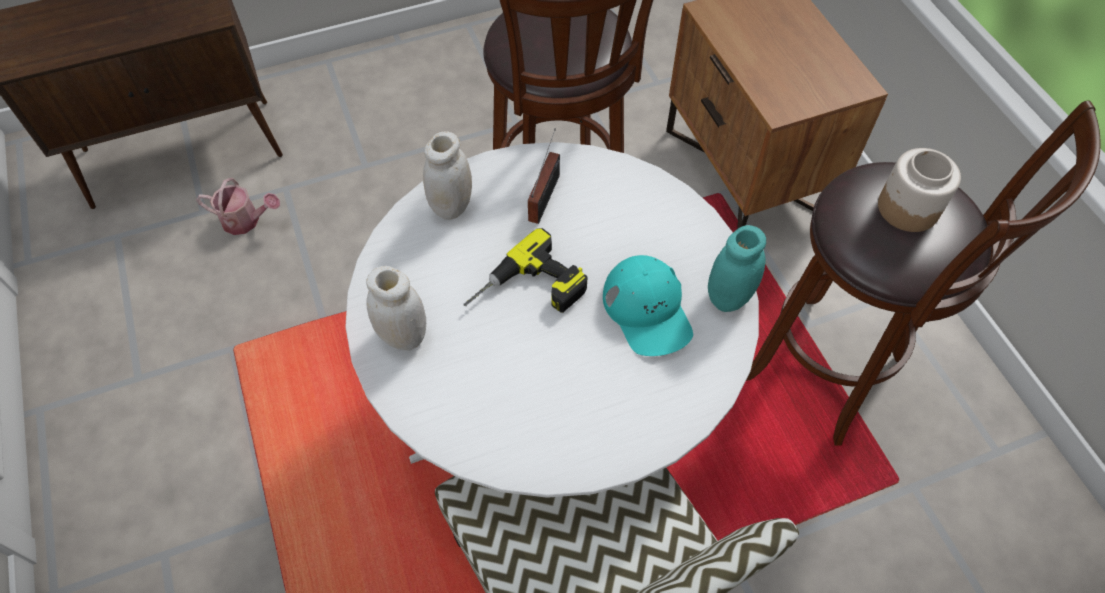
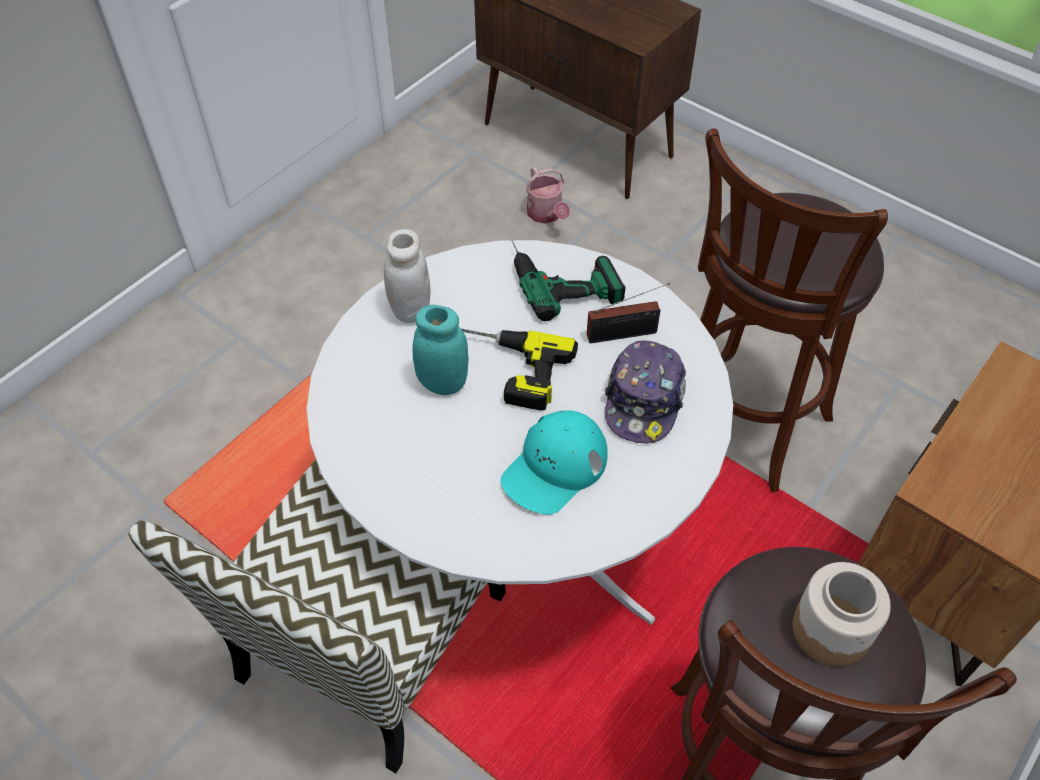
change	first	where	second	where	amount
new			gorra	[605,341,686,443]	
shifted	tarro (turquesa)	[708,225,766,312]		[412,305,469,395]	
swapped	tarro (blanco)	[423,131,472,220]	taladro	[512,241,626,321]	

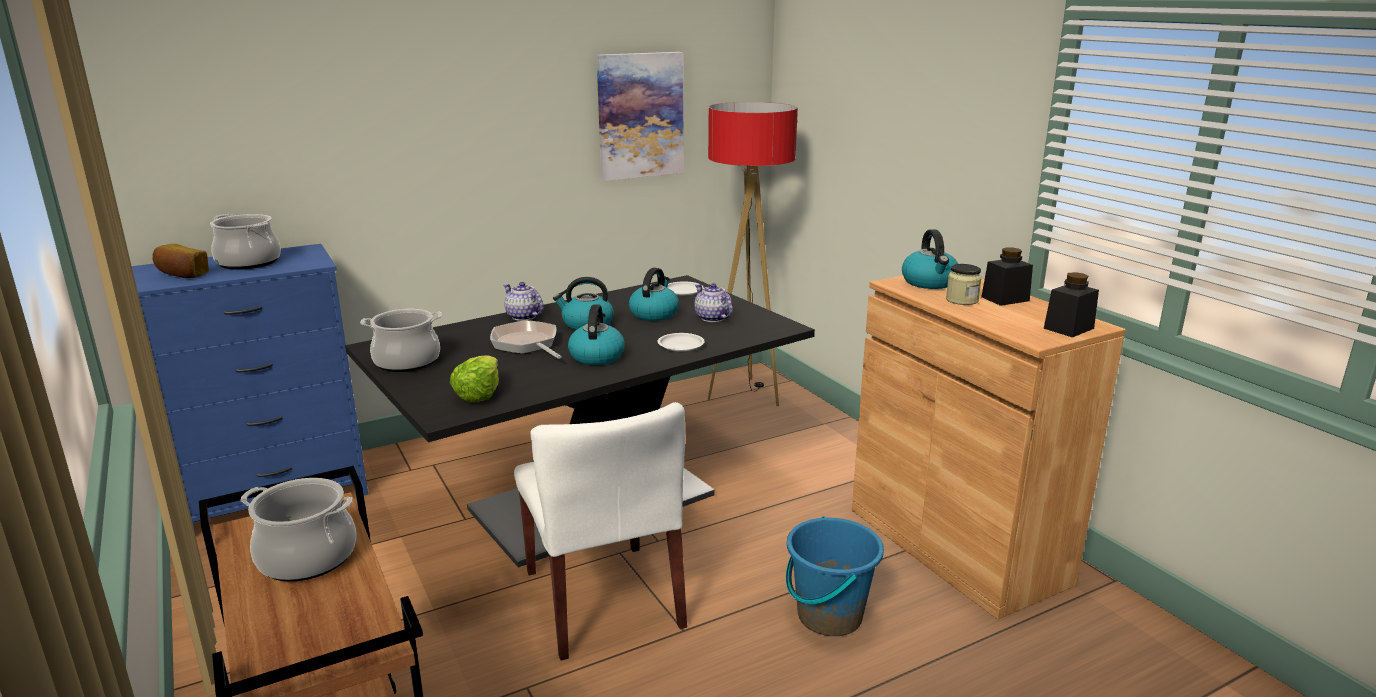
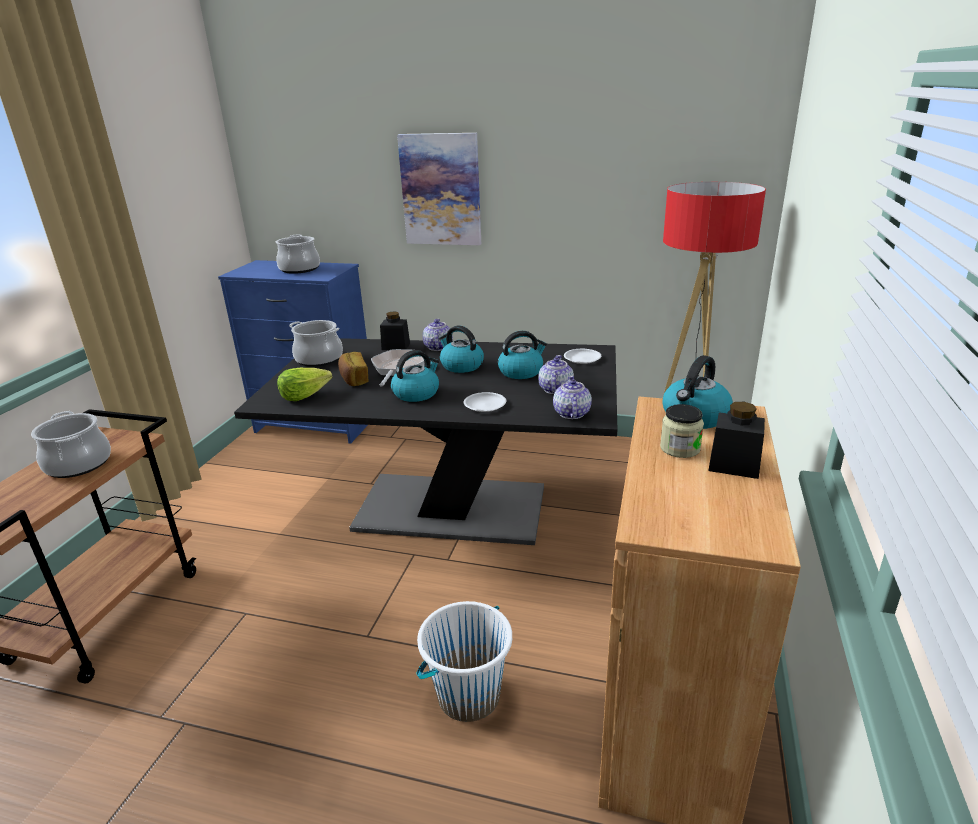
change	first	where	second	where	amount
gone	silla (blanco)	[514,402,687,661]			
new			tetera	[553,376,592,419]	
shifted	pan	[152,244,209,278]		[338,352,369,386]	
shifted	cuadro	[597,52,683,181]		[397,133,481,245]	
shifted	tarro (negro)	[1044,272,1099,337]		[380,311,410,350]	
repainted	cubo (azul)	[786,516,884,636]	cubo (blanco)	[417,601,512,722]	

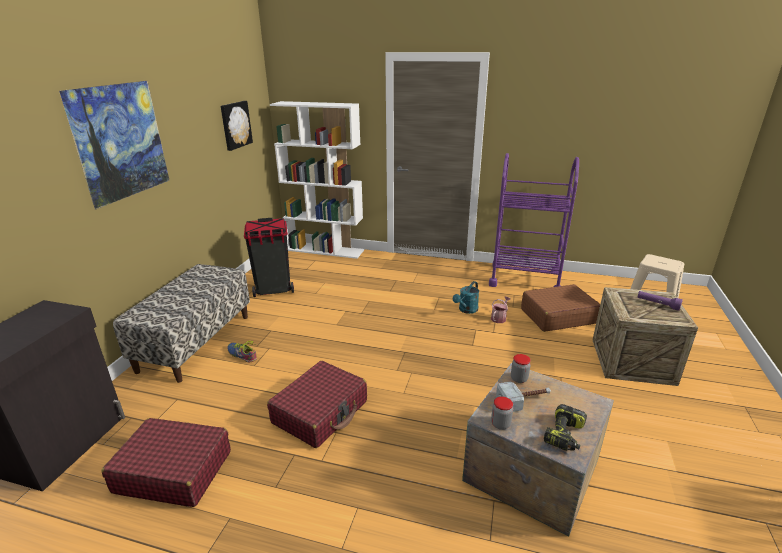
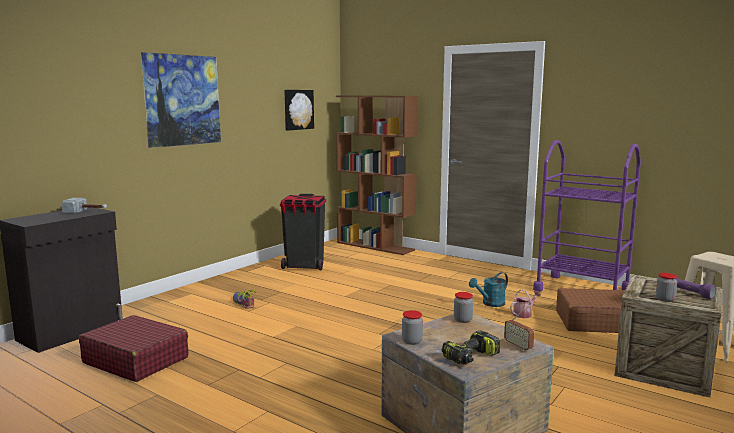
change	first	where	second	where	amount
gone	banco	[113,264,250,383]			
gone	maleta (rojo)	[267,361,367,448]			
new			radio	[504,308,534,351]	
new			tarro	[656,273,677,302]	
shifted	martillo	[496,382,551,412]		[61,198,107,214]	
repainted	estantería (blanco)	[270,101,364,259]	estantería (marrón)	[336,96,418,255]	

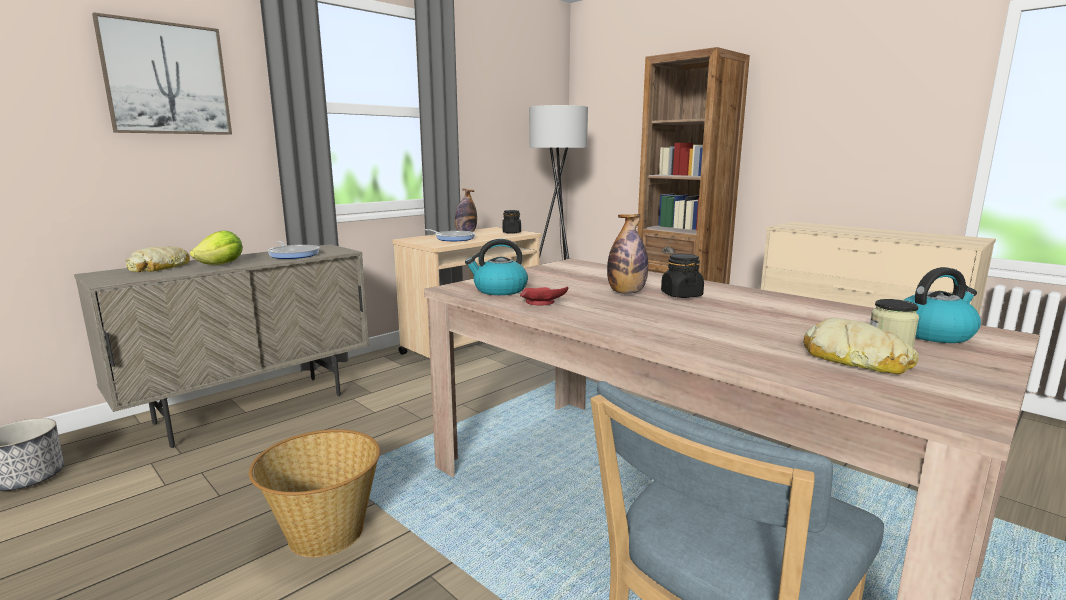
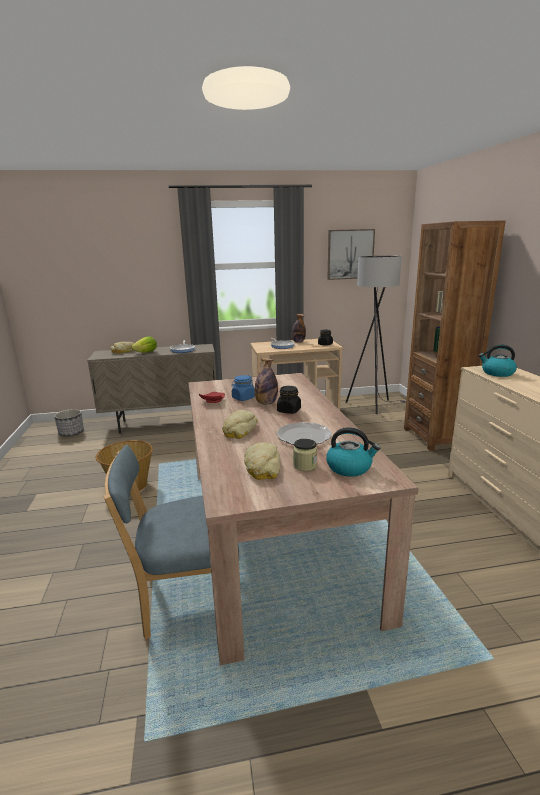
change	first	where	second	where	amount
new			pan	[222,410,257,439]	
new			tarro (azul)	[232,375,255,401]	
new			plato	[276,422,332,445]	
shifted	cuadro	[92,12,232,135]		[327,229,375,280]	
shifted	hervidor	[465,239,528,295]		[479,345,517,377]	

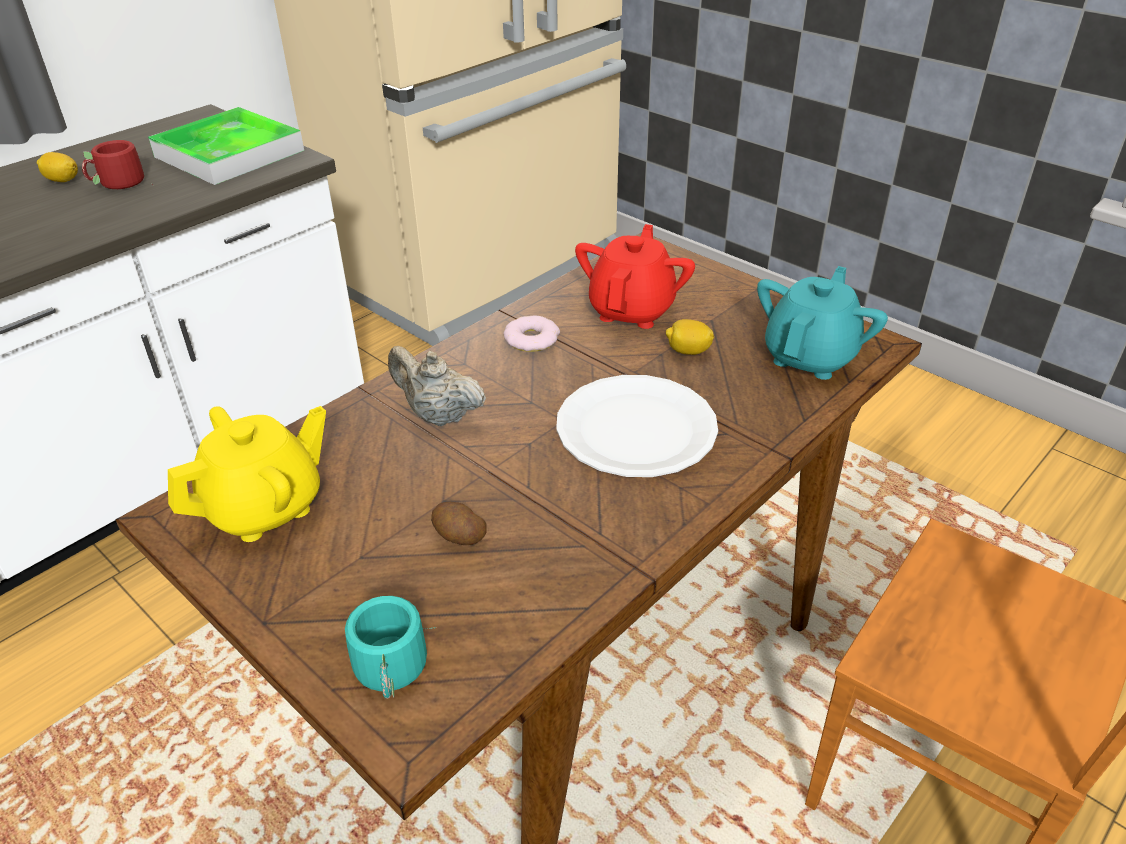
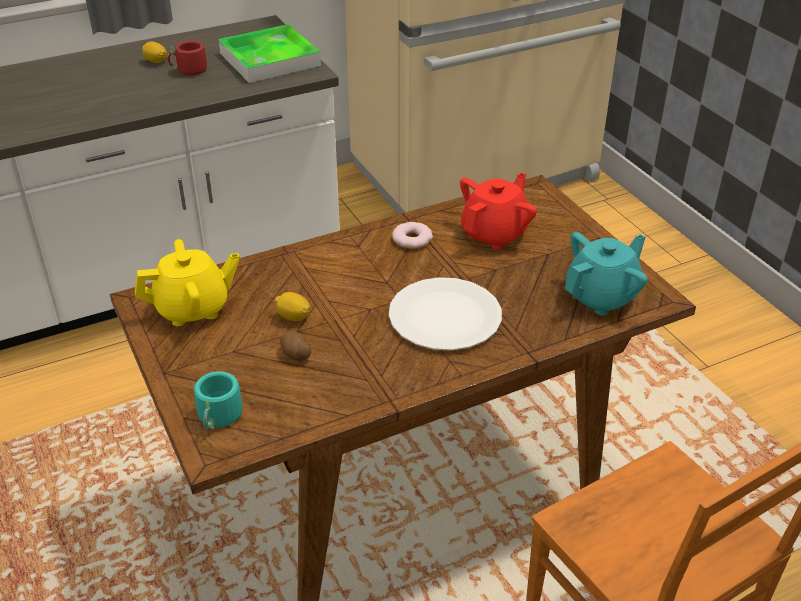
change	first	where	second	where	amount
gone	tetera (beis)	[388,346,486,426]			
shifted	limón	[666,319,714,355]		[275,292,311,321]	

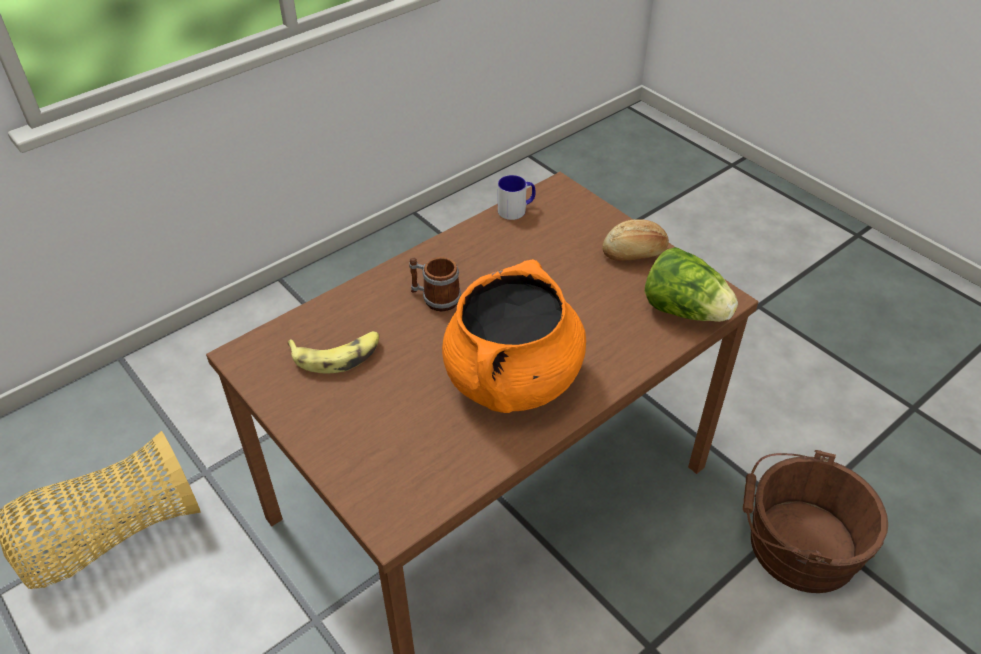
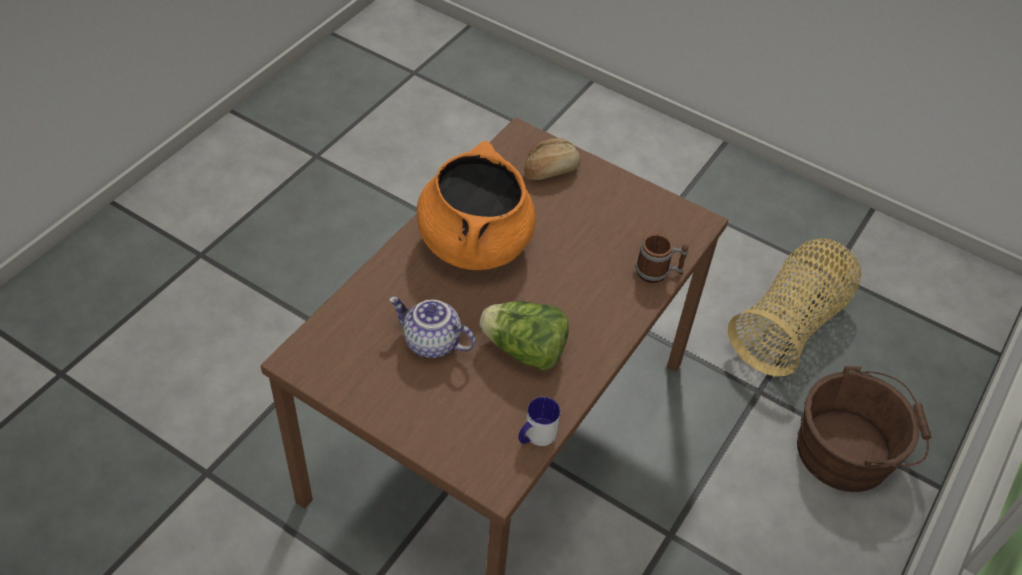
change	first	where	second	where	amount
gone	plátano	[287,331,379,374]			
new			tetera	[389,296,476,358]	
shifted	taza grande	[409,257,461,311]		[635,234,689,283]	
shifted	pan	[602,219,669,261]		[524,138,581,180]	
shifted	lechuga	[645,247,738,322]		[479,301,569,370]	
shifted	cubo (marrón)	[743,450,888,593]		[797,366,931,492]	

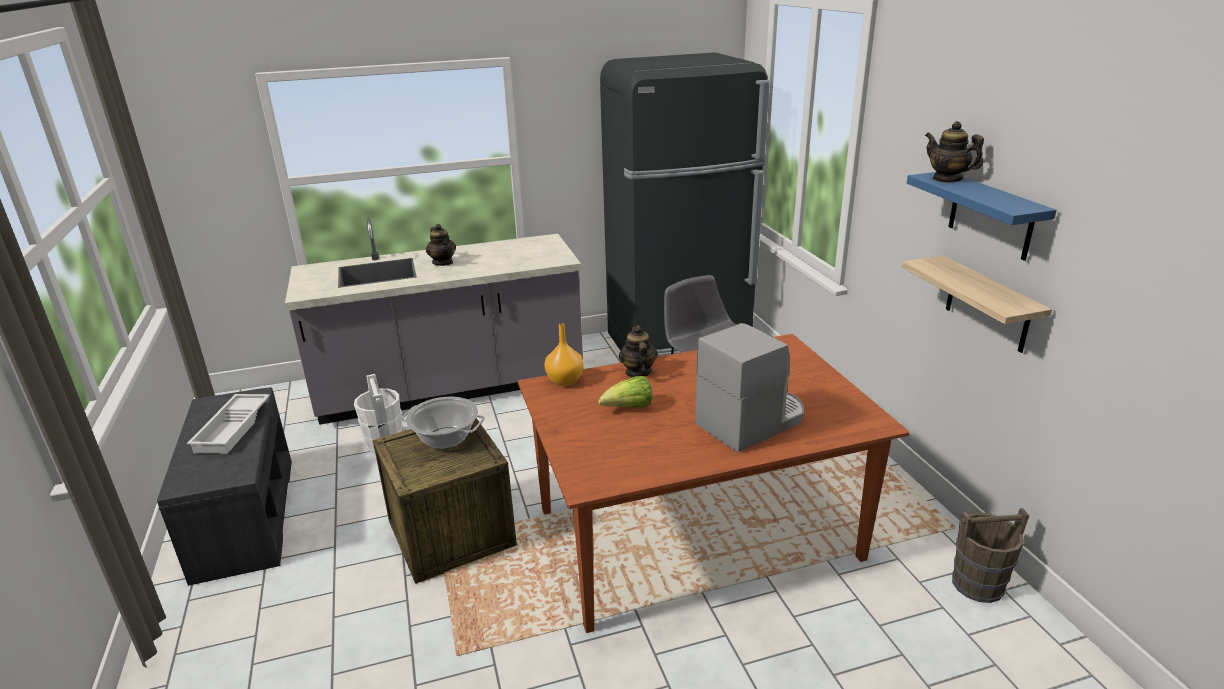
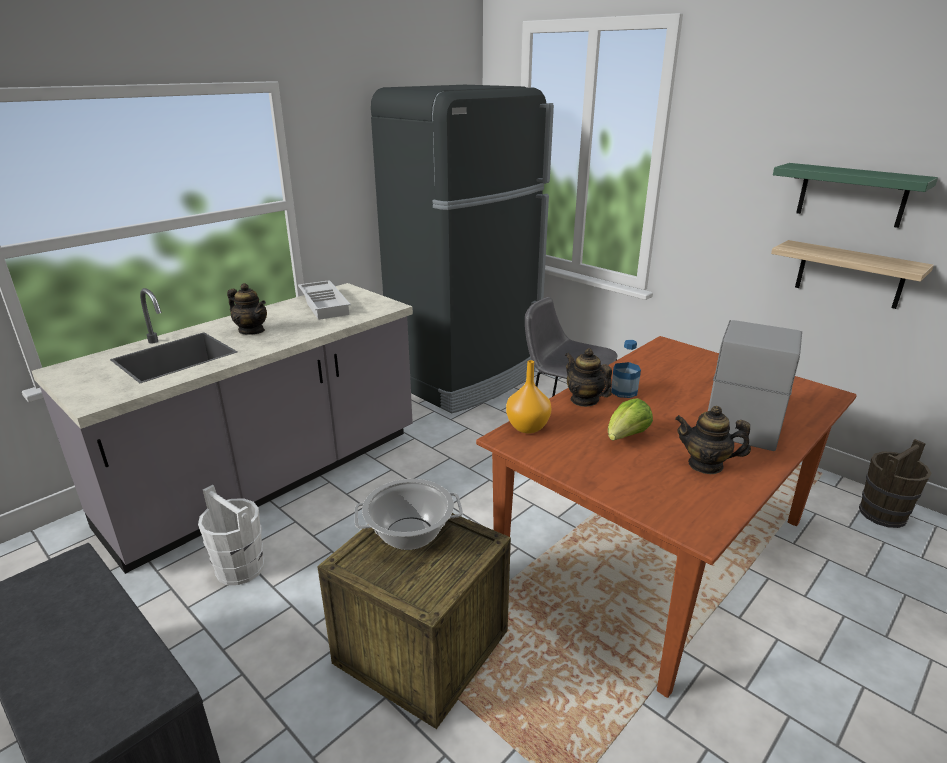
change	first	where	second	where	amount
new			botella	[611,340,641,398]	
shifted	bandeja (blanco)	[187,394,270,454]		[298,280,351,320]	
shifted	tetera	[925,121,984,183]		[675,406,751,474]	
repainted	estante (azul)	[907,172,1057,261]	estante (verde)	[773,163,938,228]	

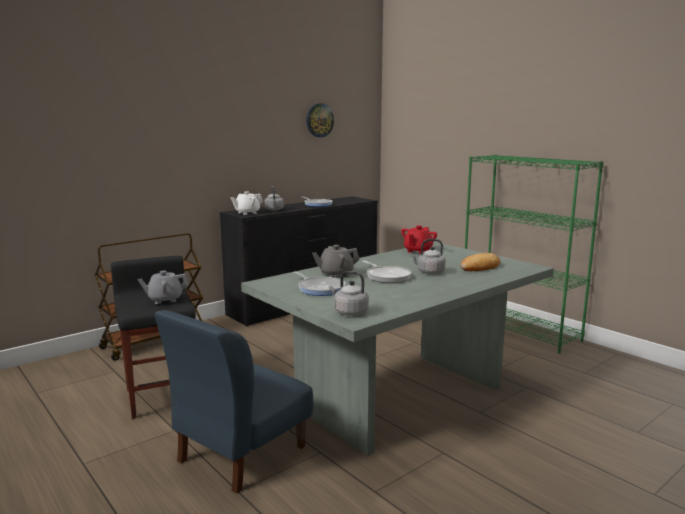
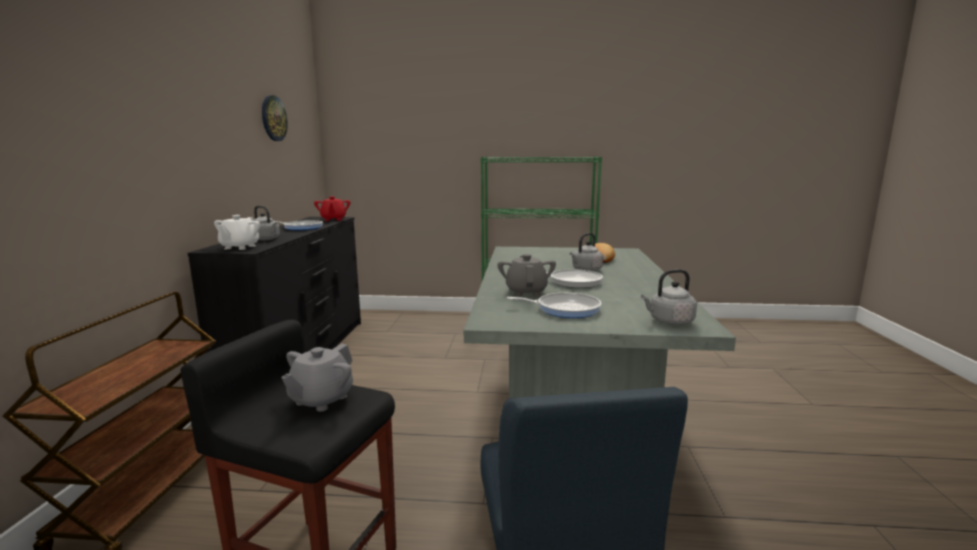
change	first	where	second	where	amount
shifted	tetera (rojo)	[401,225,437,254]		[314,196,350,221]	
rotated	tetera (gris)	[312,245,360,277]		[497,254,556,297]	150 degrees clockwise

